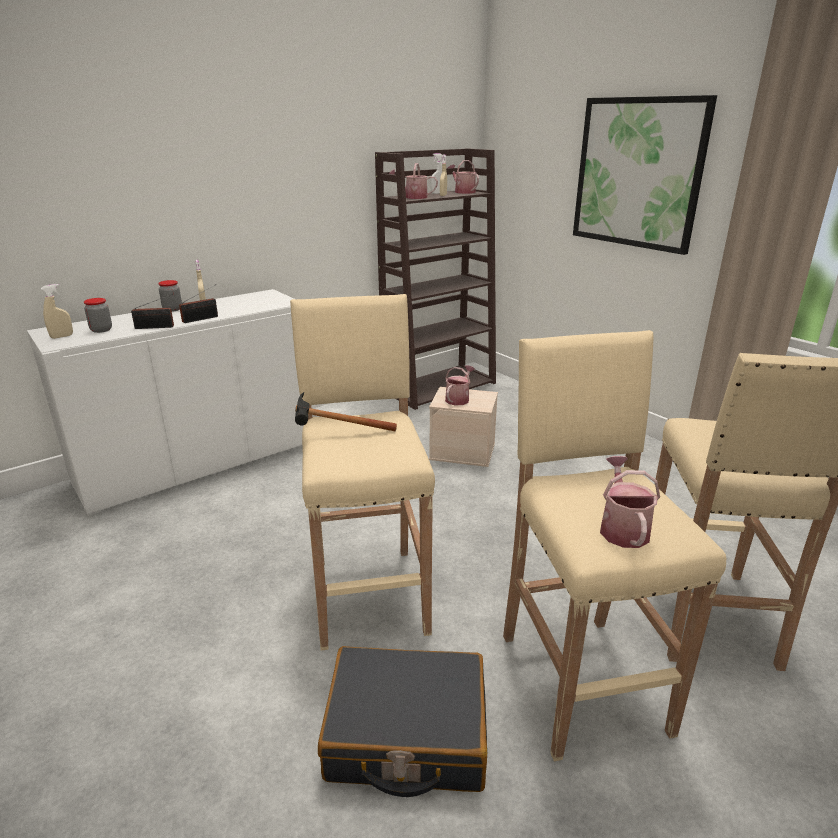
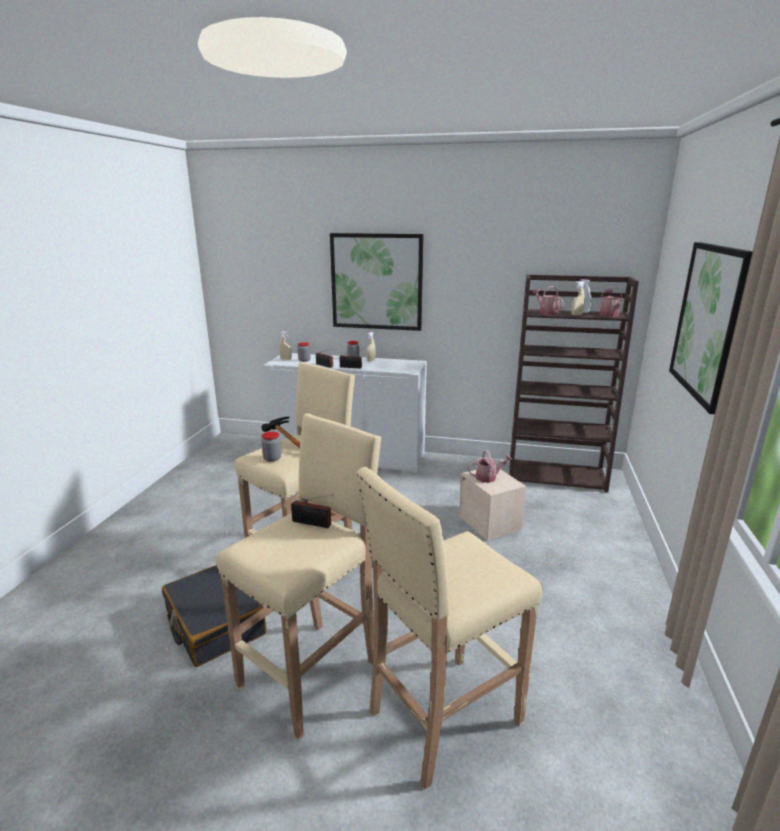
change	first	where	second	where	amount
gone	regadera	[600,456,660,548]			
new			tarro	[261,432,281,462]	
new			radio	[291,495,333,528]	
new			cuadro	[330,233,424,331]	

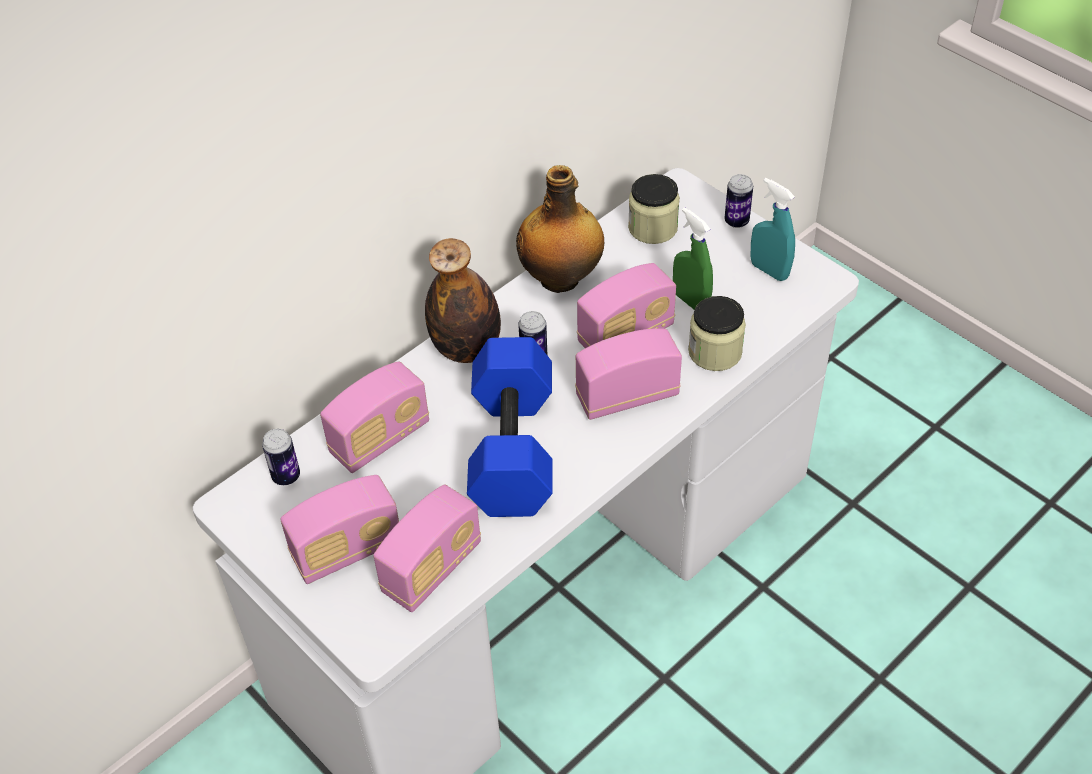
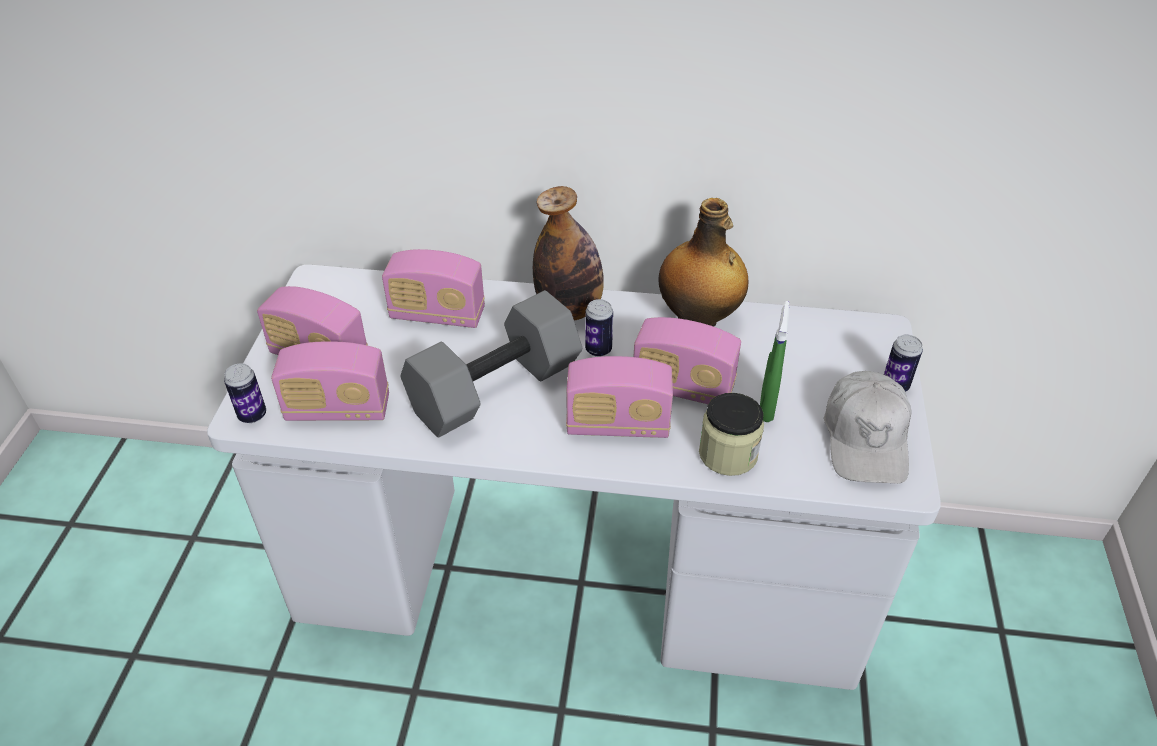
change	first	where	second	where	amount
gone	tarro	[628,174,680,244]			
shifted	lata	[262,429,300,485]		[224,363,266,423]	
swapped	pulverizador (turquesa)	[750,178,795,281]	gorra (blanco)	[824,371,912,484]	
repainted	mancuerna (azul)	[467,337,553,517]	mancuerna (gris)	[400,290,582,438]	
rotated	radio	[575,328,682,420]		[566,356,673,438]	150 degrees clockwise

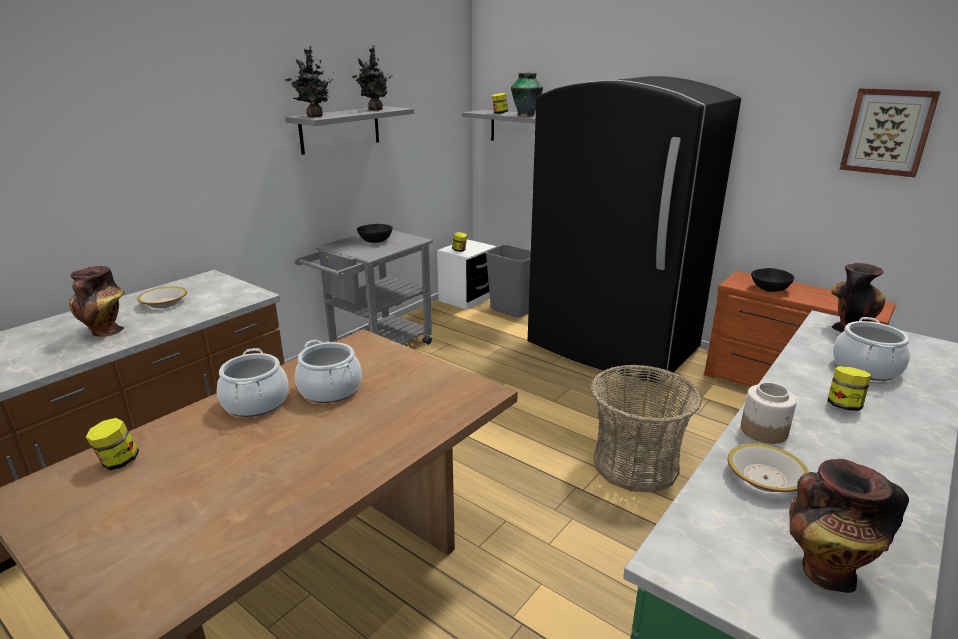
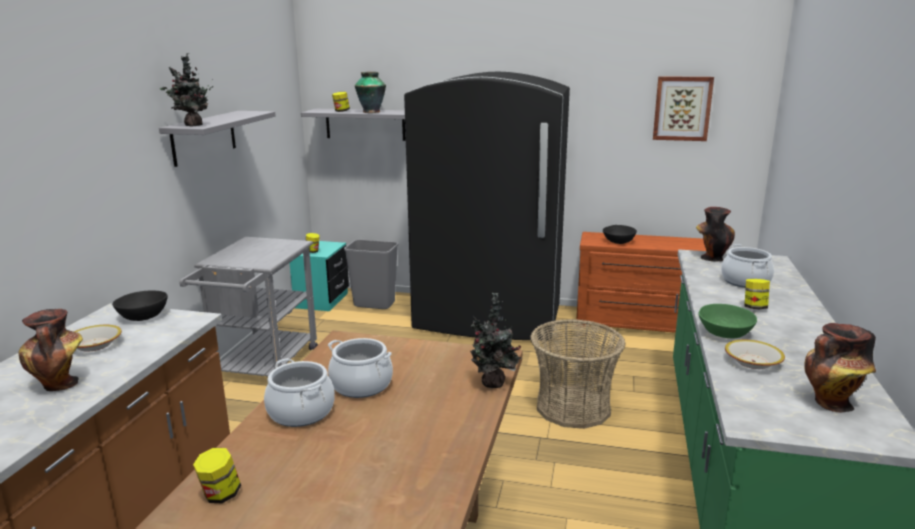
change	first	where	second	where	amount
shifted	planta en maceta	[352,45,392,111]		[470,293,522,388]	
shifted	cuenco (negro)	[357,224,393,243]		[112,290,168,321]	
swapped	tarro	[741,382,797,444]	cuenco (verde)	[699,304,757,338]	
repainted	mesita de noche (blanco)	[437,239,497,310]	mesita de noche (turquesa)	[290,241,349,311]	

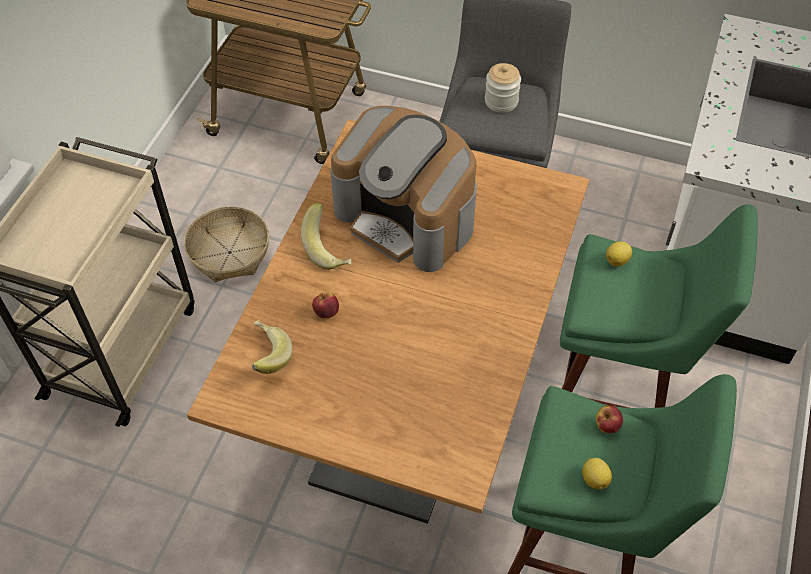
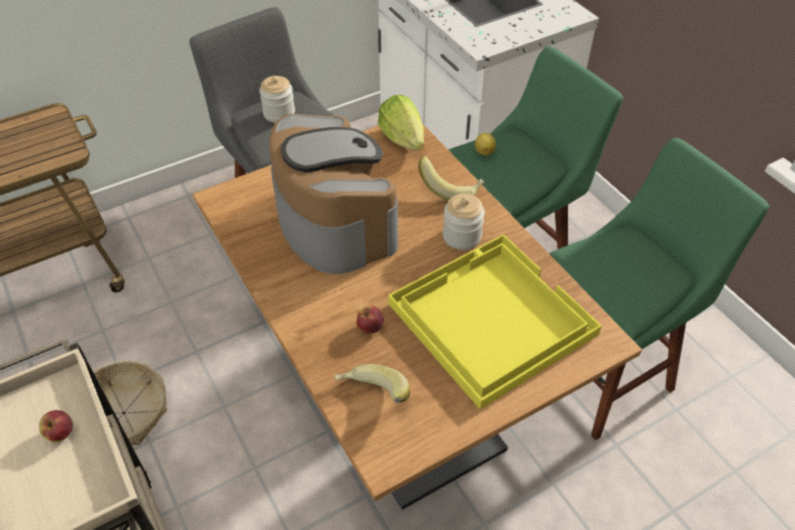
change	first	where	second	where	amount
gone	limón	[582,458,612,489]			
new			lechuga	[378,95,424,150]	
new			bandeja (amarillo)	[388,234,602,409]	
new			tarro	[443,194,485,250]	
shifted	plátano	[301,202,351,270]		[418,156,485,201]	
shifted	manzana	[596,405,623,434]		[39,410,73,442]	
rotated	cafetera	[330,106,477,272]		[269,114,398,274]	105 degrees counterclockwise

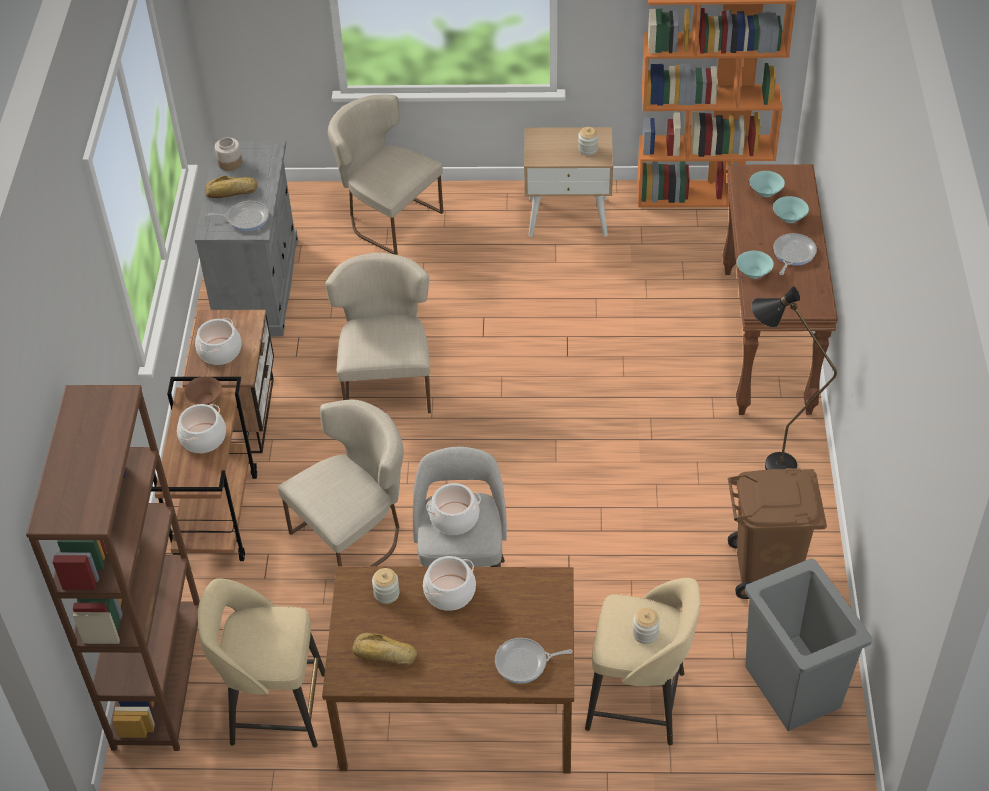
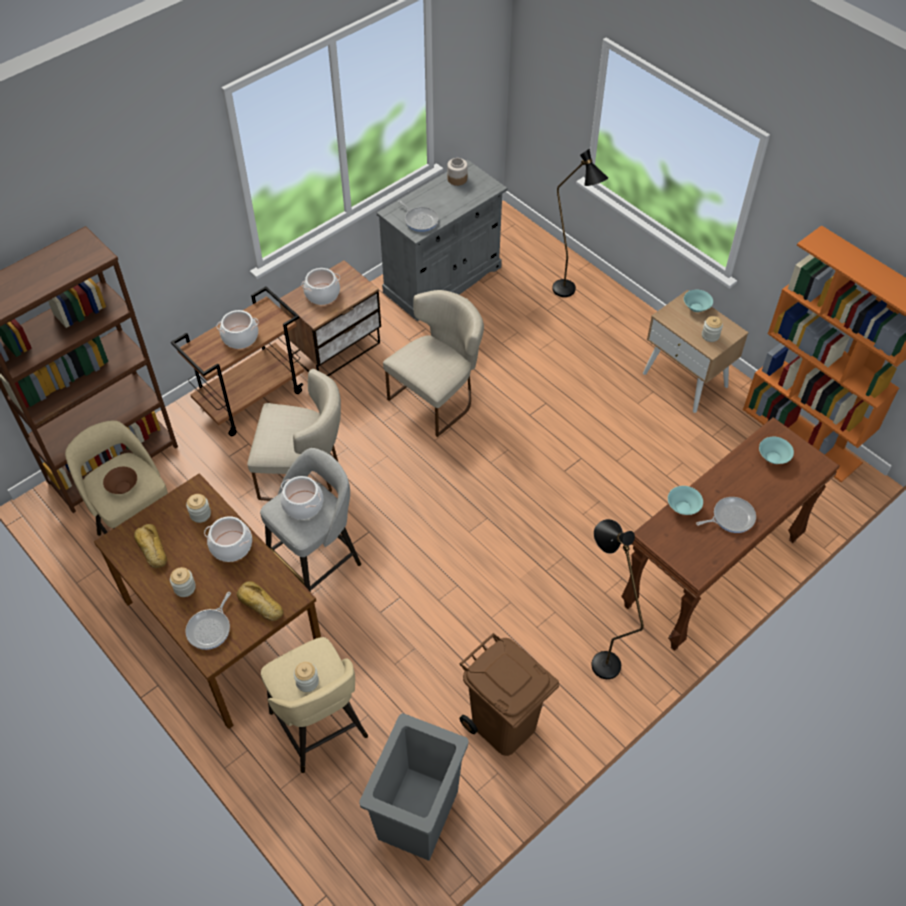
change	first	where	second	where	amount
new			tarro	[170,567,196,597]	
shifted	cuenco (marrón)	[184,376,222,405]		[103,467,137,494]	
shifted	pan	[205,176,257,198]		[237,581,283,621]	
shifted	cuenco (turquesa)	[773,196,809,223]		[684,290,713,312]	
swapped	silla (beis)	[328,95,443,255]	lámpara de pie (negro)	[552,149,608,297]	
rotated	sartén	[495,638,573,684]		[185,592,231,650]	105 degrees counterclockwise

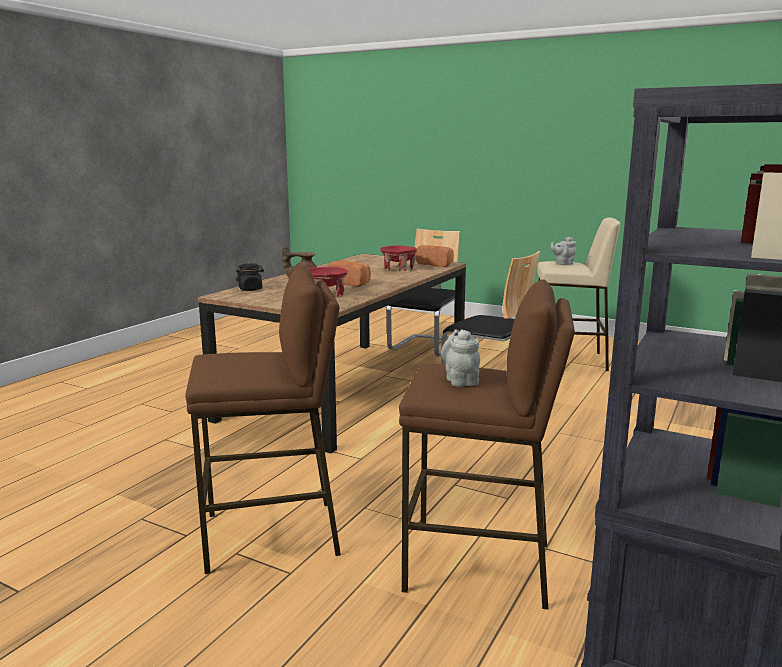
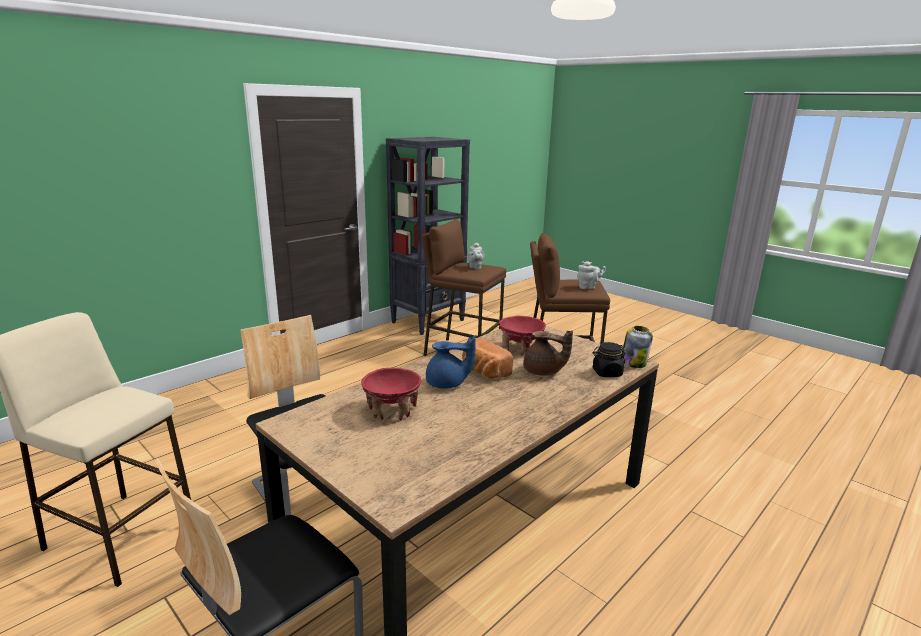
change	first	where	second	where	amount
gone	pan	[416,245,454,267]			
new			tetera (azul)	[426,336,476,388]	
new			tarro	[622,326,653,368]	
shifted	tetera (gris)	[551,237,576,265]		[577,261,606,289]	

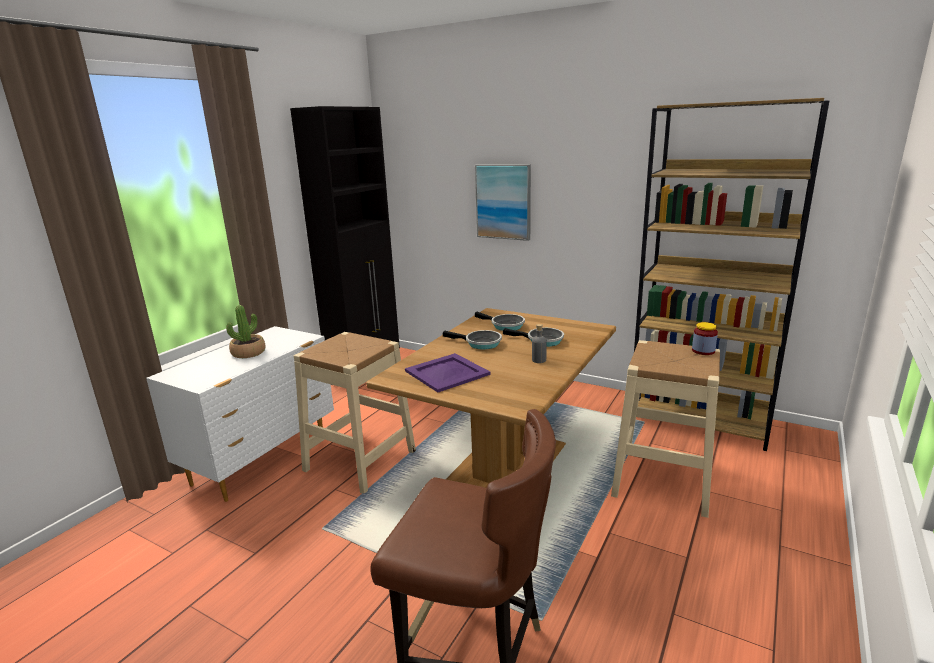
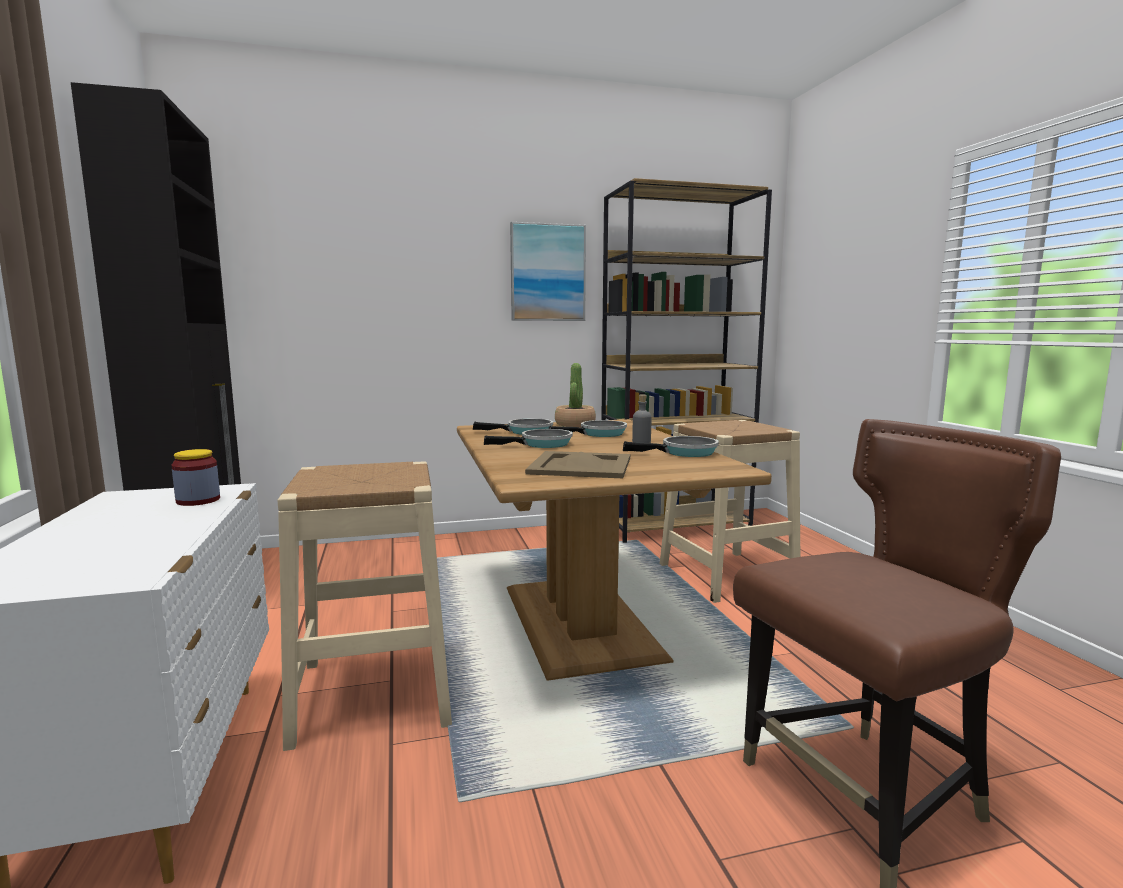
change	first	where	second	where	amount
new			sartén	[623,436,719,457]	
shifted	planta en maceta	[226,305,266,358]		[555,363,596,427]	
shifted	cuadro	[475,164,531,241]		[510,222,586,321]	
shifted	tarro	[692,322,718,355]		[171,449,220,506]	
repainted	bandeja (morado)	[405,353,491,392]	bandeja (beis)	[525,451,630,478]	

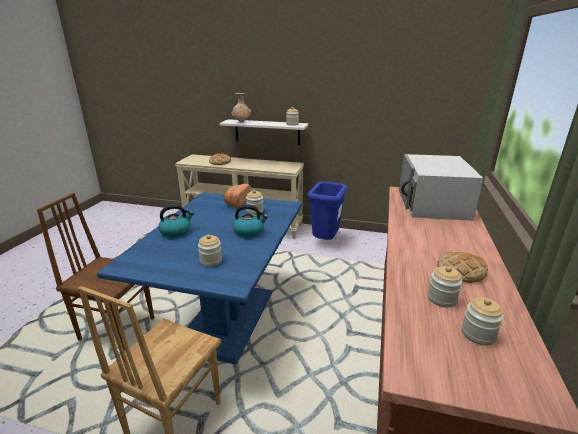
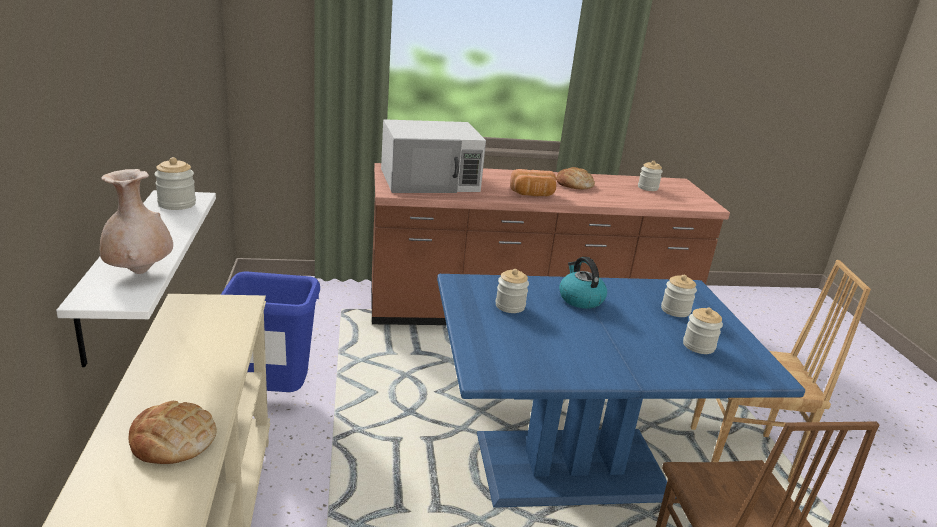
change	first	where	second	where	amount
gone	hervidor	[158,205,194,238]			
shifted	pan	[224,184,251,208]		[510,169,556,196]	
shifted	tarro	[428,266,463,308]		[683,307,723,354]	

